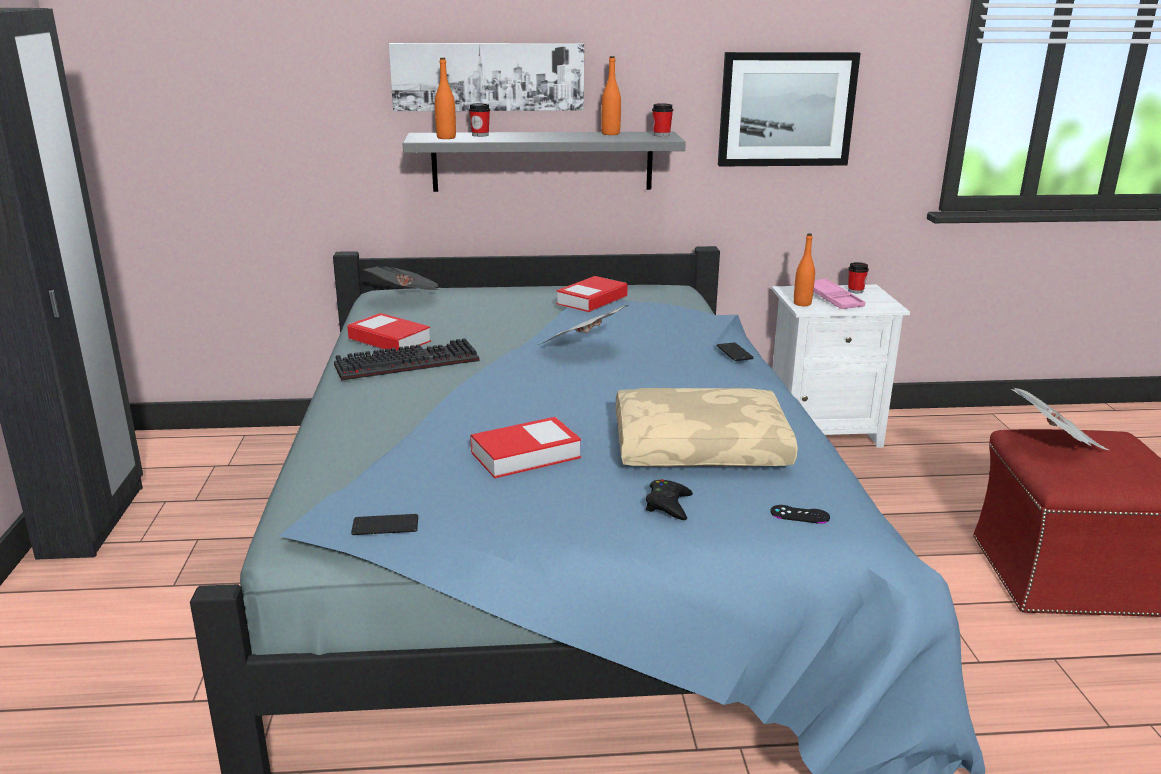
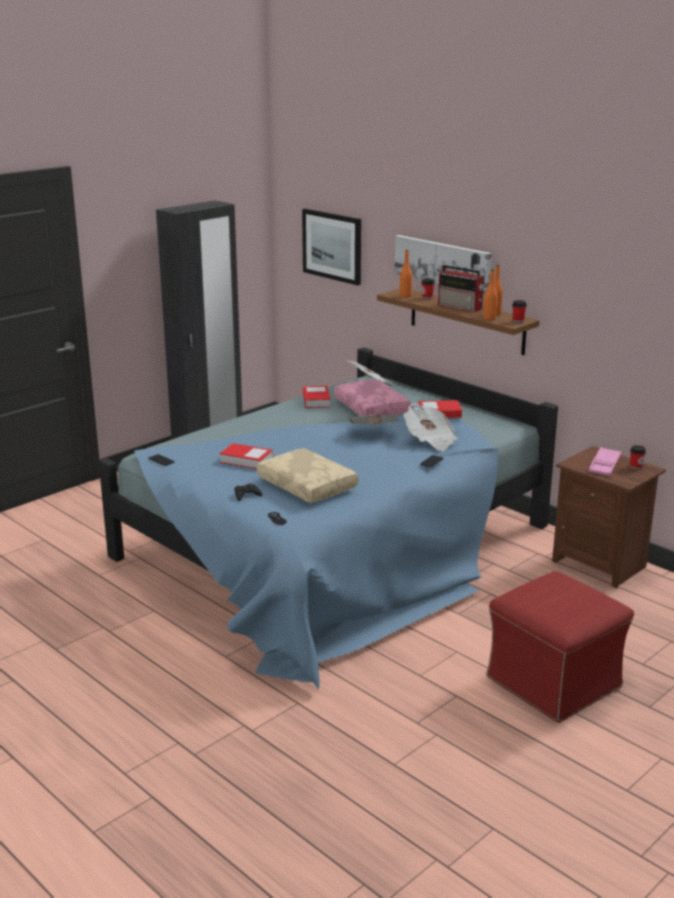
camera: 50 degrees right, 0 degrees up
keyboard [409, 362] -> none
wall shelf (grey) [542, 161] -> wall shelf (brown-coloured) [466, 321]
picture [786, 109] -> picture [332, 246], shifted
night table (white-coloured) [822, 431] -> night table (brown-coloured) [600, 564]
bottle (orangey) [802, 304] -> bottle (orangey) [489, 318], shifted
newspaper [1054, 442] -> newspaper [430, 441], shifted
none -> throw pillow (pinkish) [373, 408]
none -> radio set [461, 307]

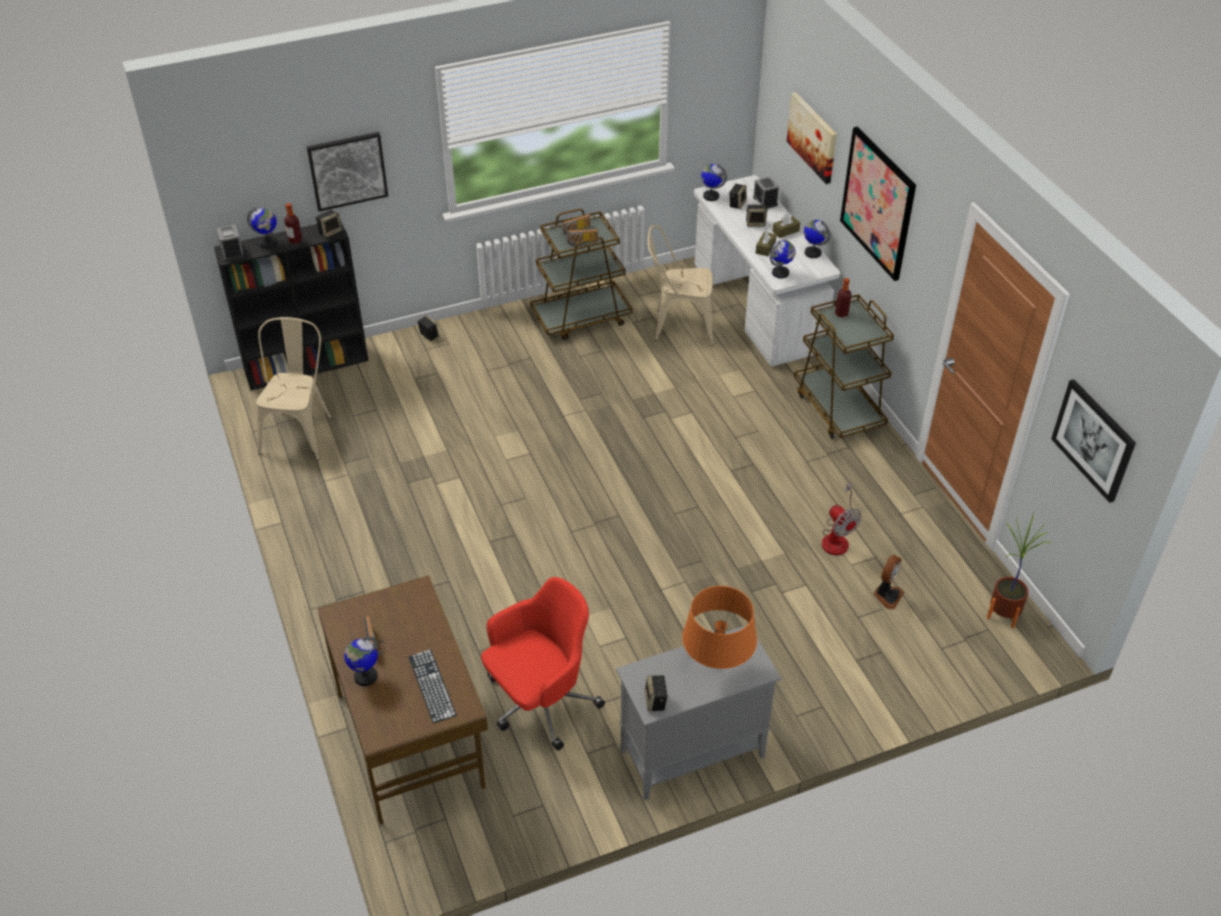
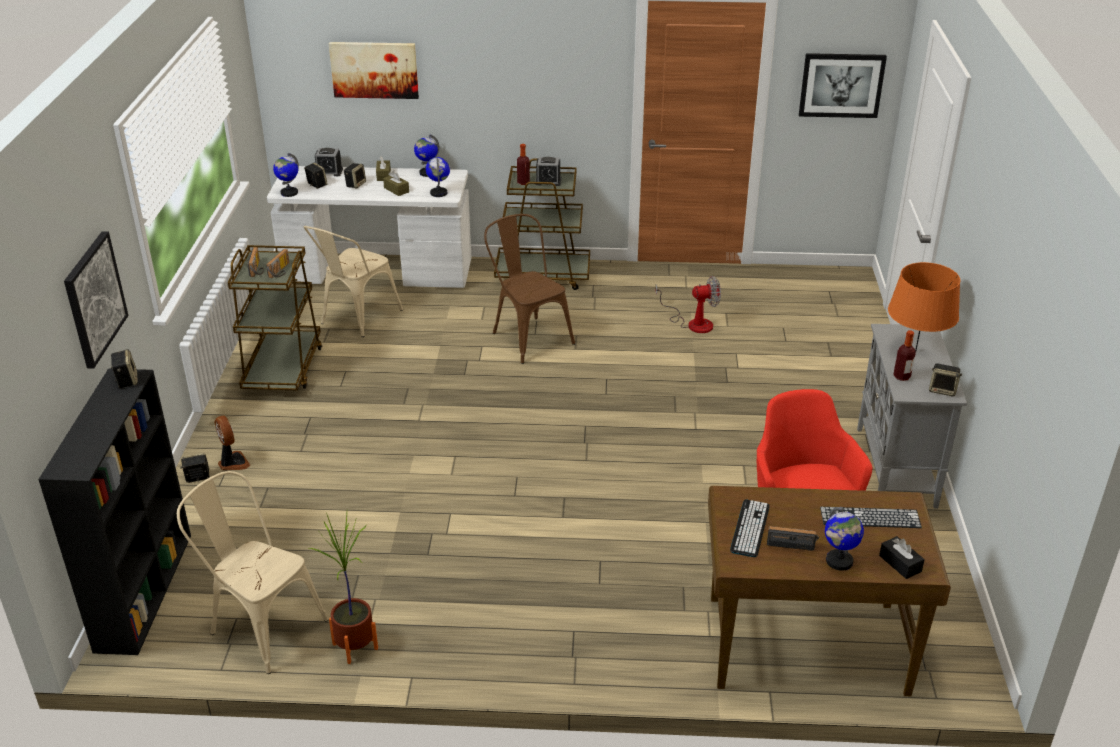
camera: 65 degrees left, 10 degrees down
table clock [232, 252] -> table clock [548, 181], shifted
globe [268, 243] -> none
bottle [295, 240] -> bottle [901, 376], shifted
picture [878, 203] -> none
electric fan [887, 595] -> electric fan [232, 463], shifted
houseplant [1003, 614] -> houseplant [355, 646], shifted
none -> chair (brown-coloured) [528, 336]
none -> keyboard [750, 528]
none -> tissue box (black) [900, 563]

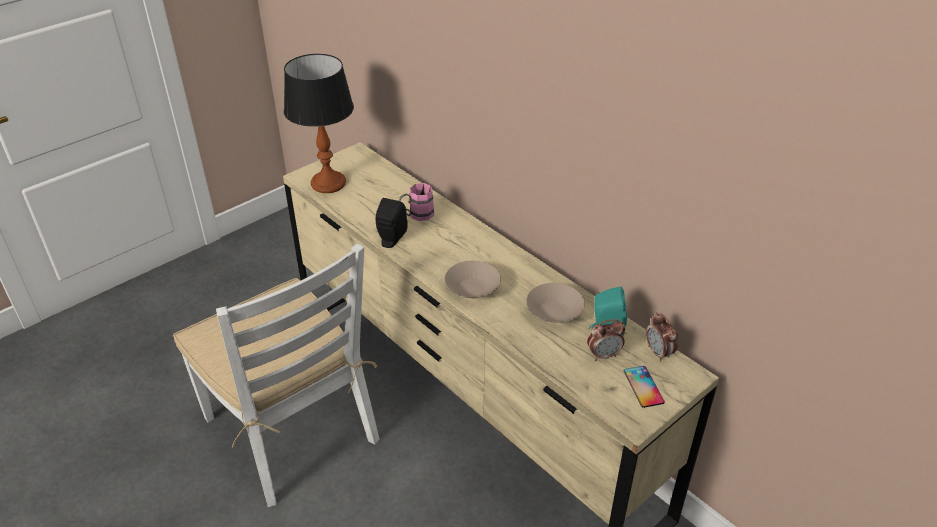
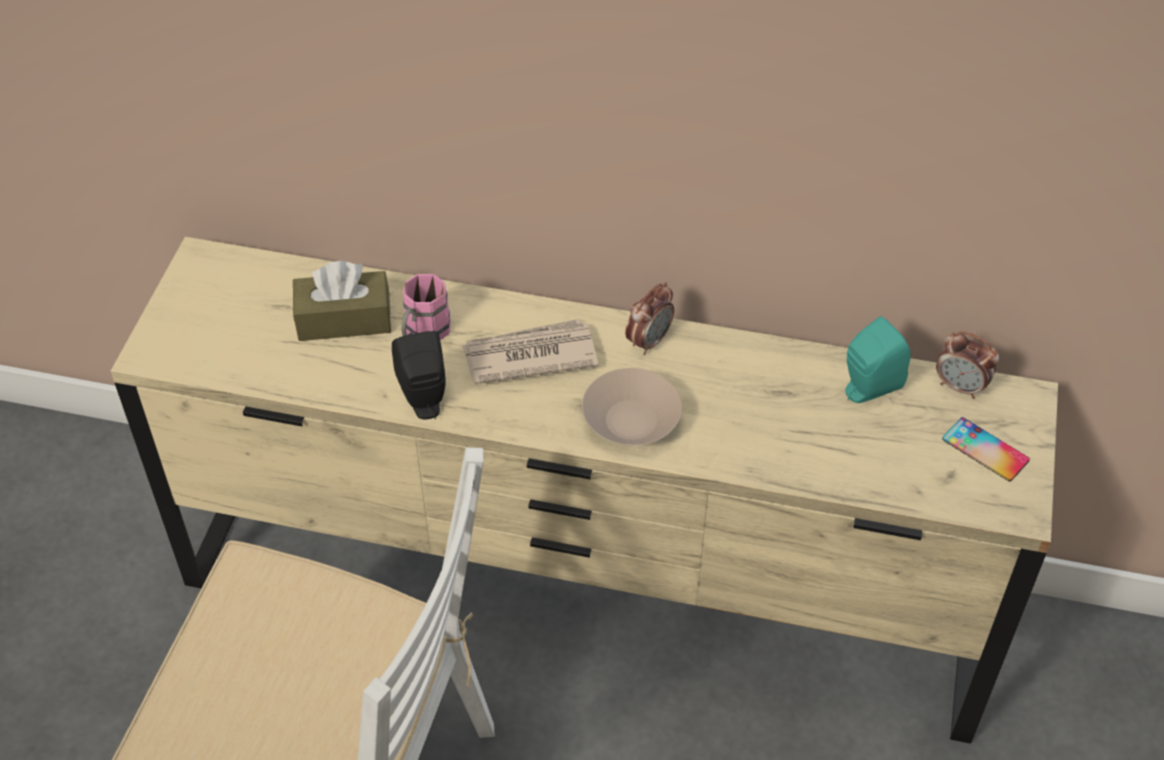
camera: 35 degrees left, 10 degrees up
table lamp [328, 183] -> none
bowl (beige-coloured) [554, 312] -> none
table clock [604, 355] -> table clock [649, 341], shifted
none -> tissue box (brown-coloured) [344, 319]
none -> newspaper [529, 355]

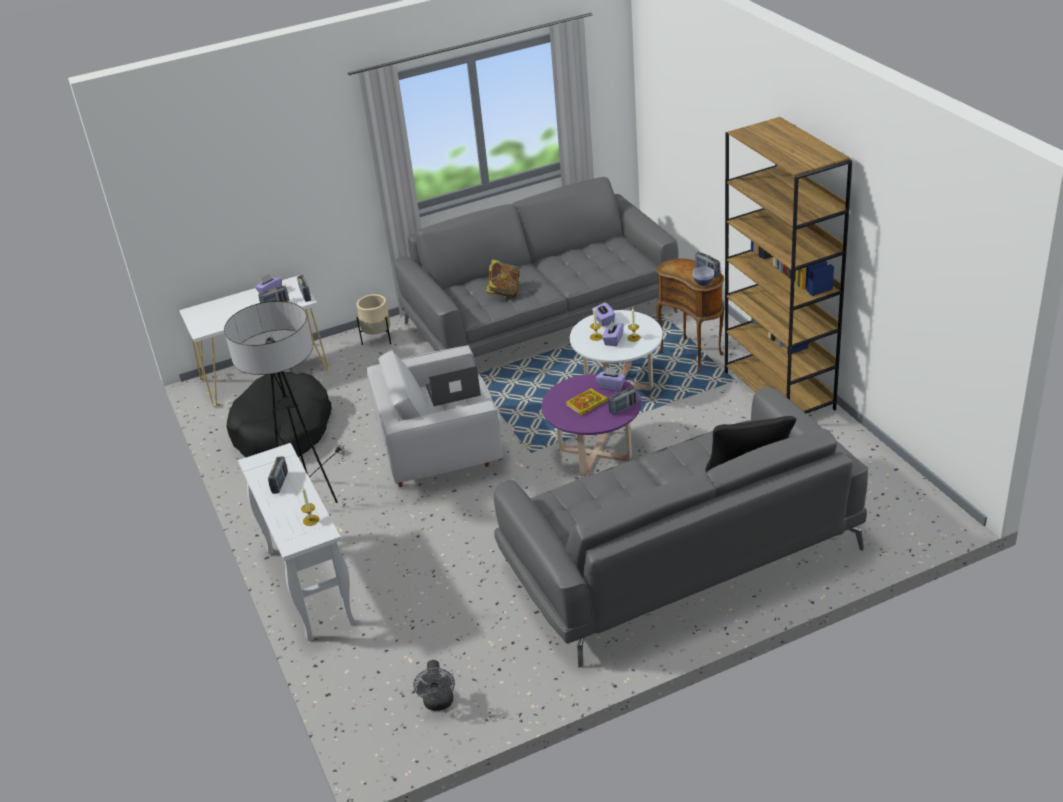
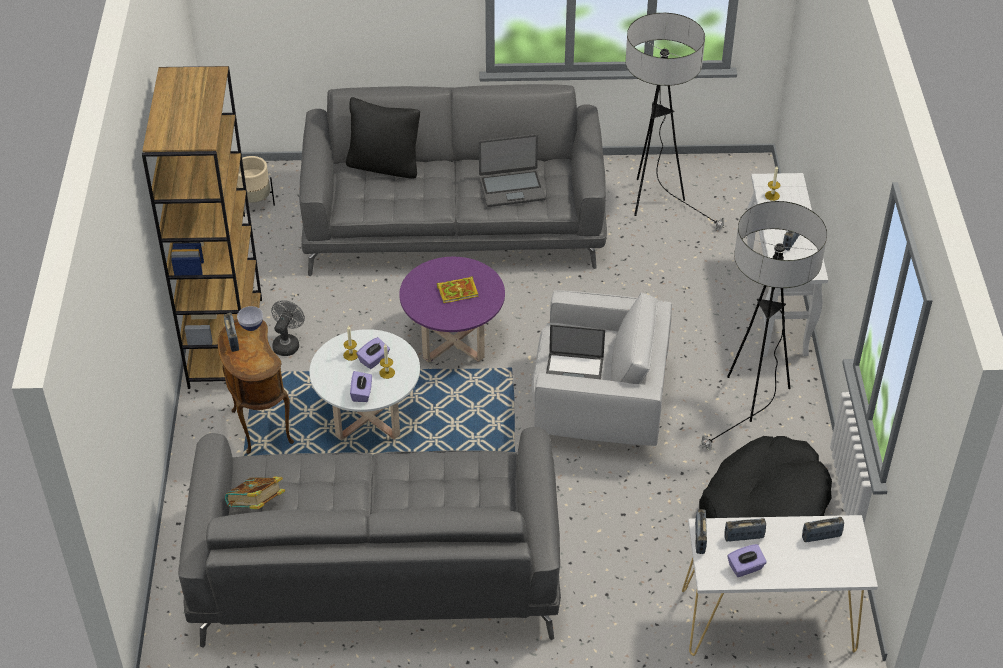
camera: 160 degrees left, 10 degrees up
flower pot (beige-coloured) [378, 339] -> flower pot (beige-coloured) [255, 205], shifted
electric fan (grey) [439, 704] -> electric fan (grey) [287, 343], shifted
volume [504, 291] -> volume [256, 506], shifted
tissue box (purplish) [611, 386] -> none
radio set [623, 408] -> radio set [821, 536], shifted
none -> portable computer [512, 188]
none -> standing lamp [655, 203]

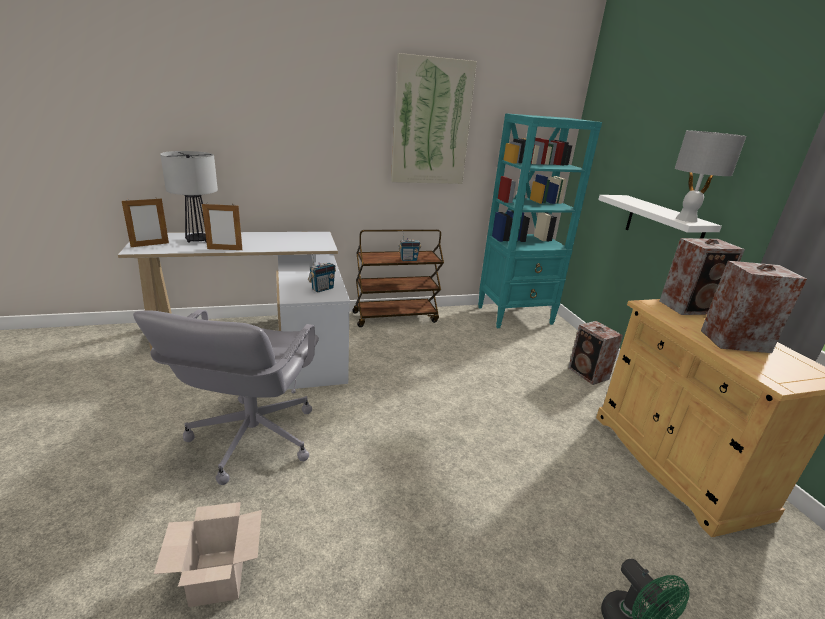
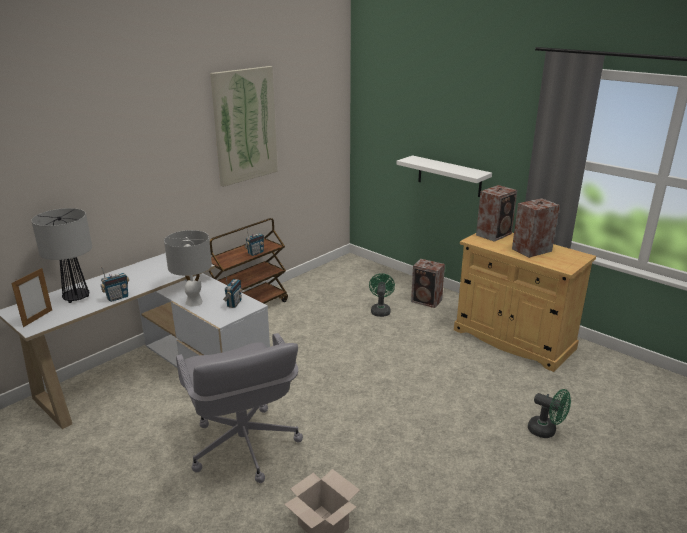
camera: 30 degrees left, 0 degrees up
photo frame [225, 249] -> radio set [117, 297]
shelving unit (blue-green) [515, 315] -> none
table lamp (grey) [686, 219] -> table lamp (grey) [194, 302], shifted
none -> electric fan (greenish) [380, 310]

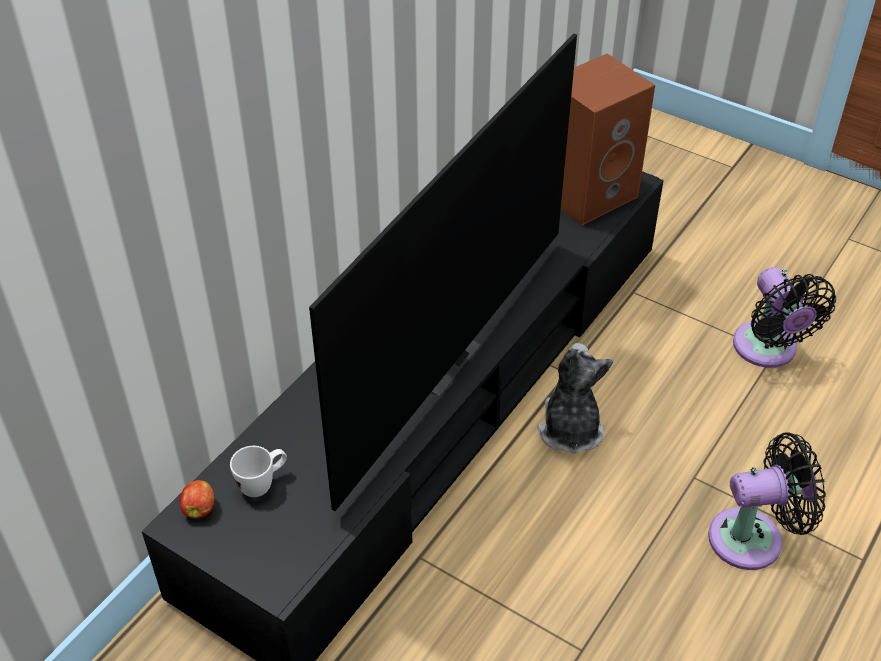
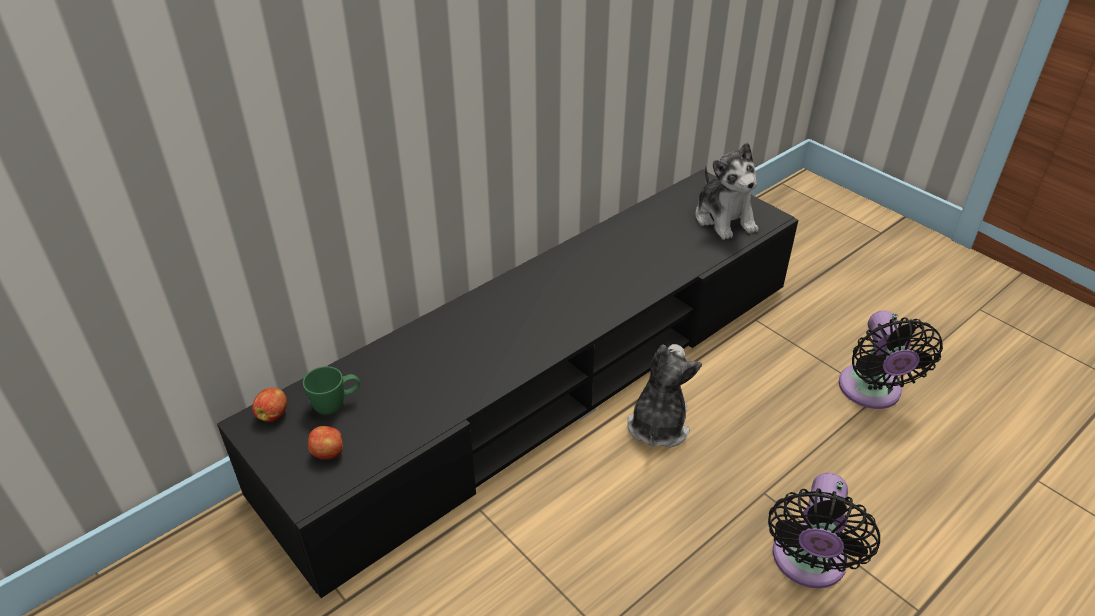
camera: 15 degrees right, 5 degrees down
coffee mug (white-coloured) [263, 484] -> coffee mug (greenish) [336, 405]
TV set [437, 359] -> none
audio speaker (brown-coloured) [588, 192] -> cuddly toy [724, 219]
electric fan (black) [753, 538] -> electric fan (black) [807, 563], 105 degrees clockwise
none -> apple [329, 453]

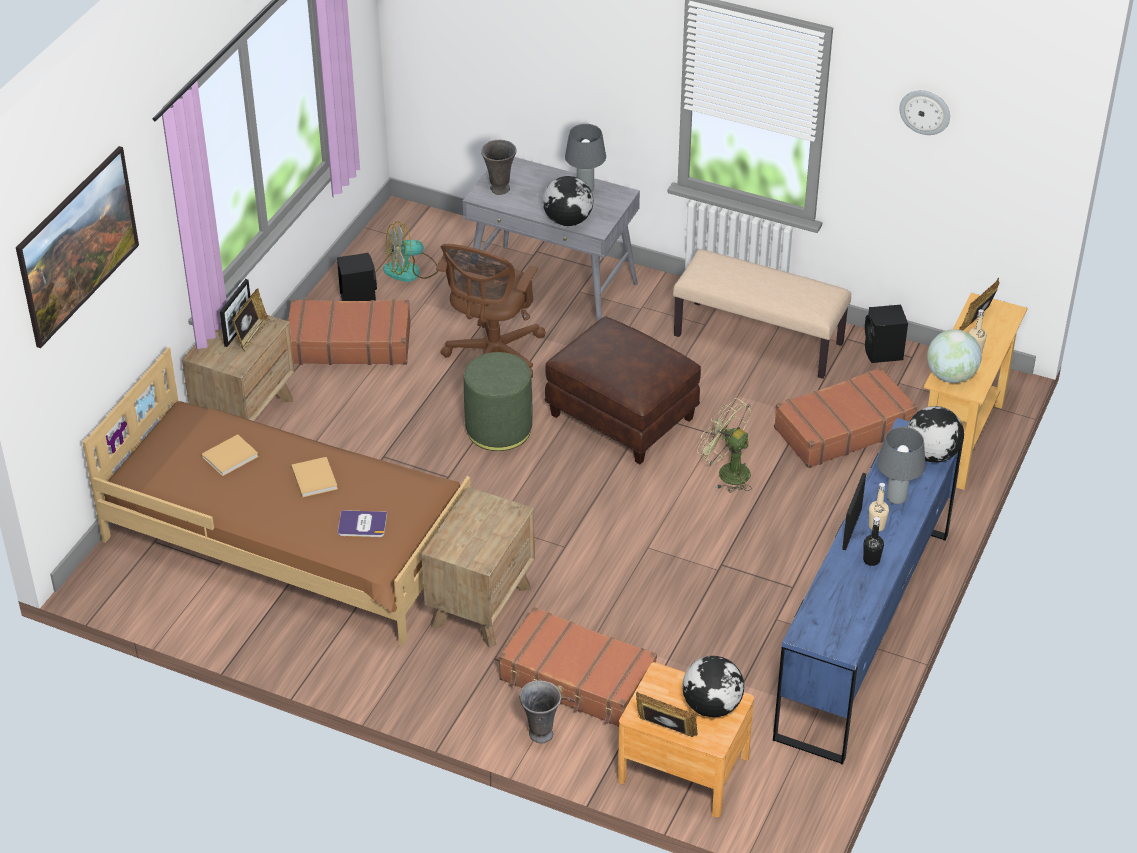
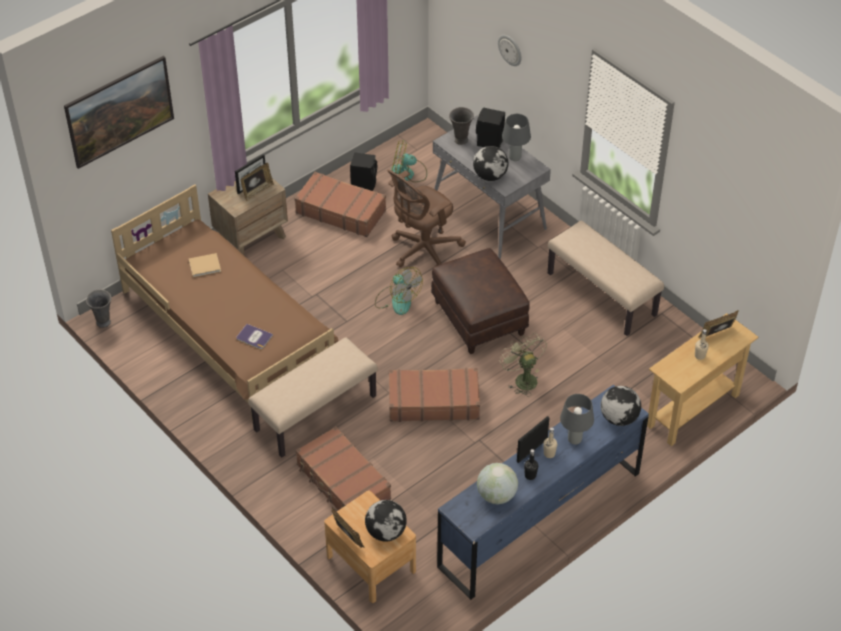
camera: 25 degrees right, 5 degrees up
volume (beige-coloured) [314, 477] -> none
night table (brown-coloured) [481, 605] -> bench (beige-coloured) [315, 412]
footrest (greenish) [499, 429] -> electric fan [397, 300]
decorative vase (grey) [540, 733] -> decorative vase (grey) [103, 322], shifted
travel case (brown-coloured) [842, 428] -> travel case (brown-coloured) [433, 401], shifted
audio speaker (black) [883, 353] -> audio speaker (black) [489, 142], shifted
clock on the wall [925, 111] -> clock on the wall [510, 49], shifted
globe [951, 376] -> globe [496, 495], shifted

